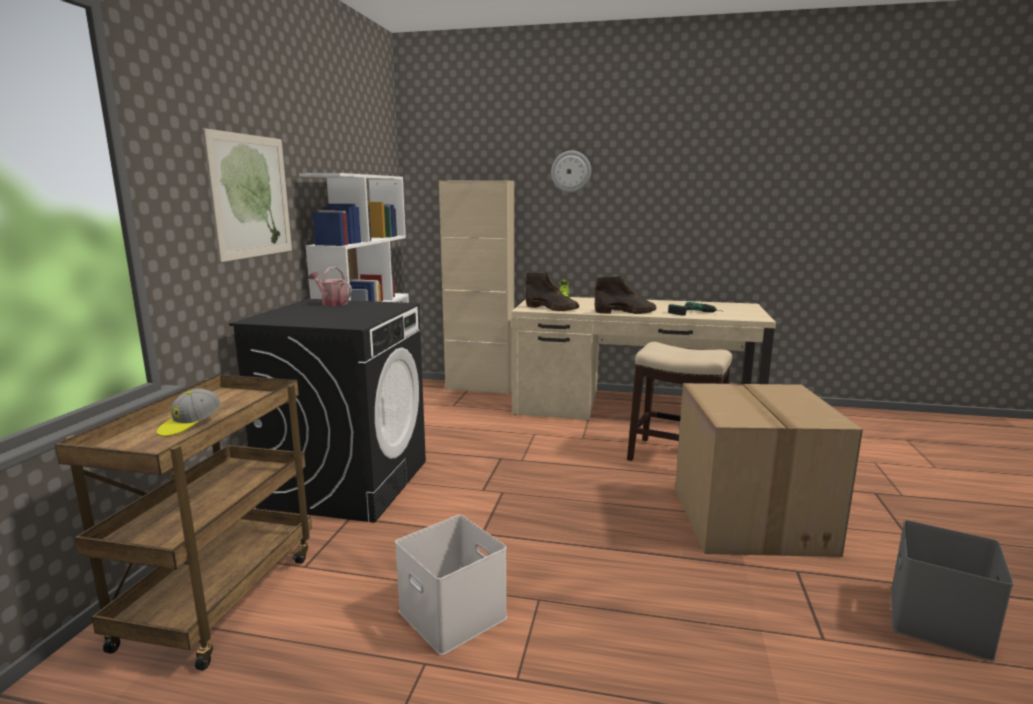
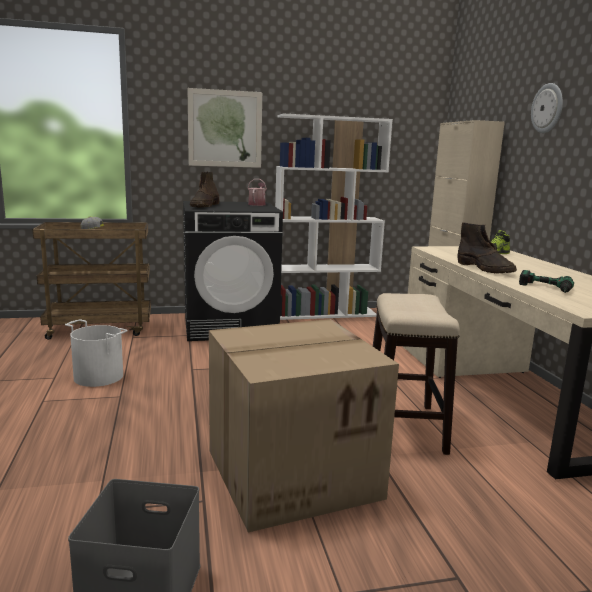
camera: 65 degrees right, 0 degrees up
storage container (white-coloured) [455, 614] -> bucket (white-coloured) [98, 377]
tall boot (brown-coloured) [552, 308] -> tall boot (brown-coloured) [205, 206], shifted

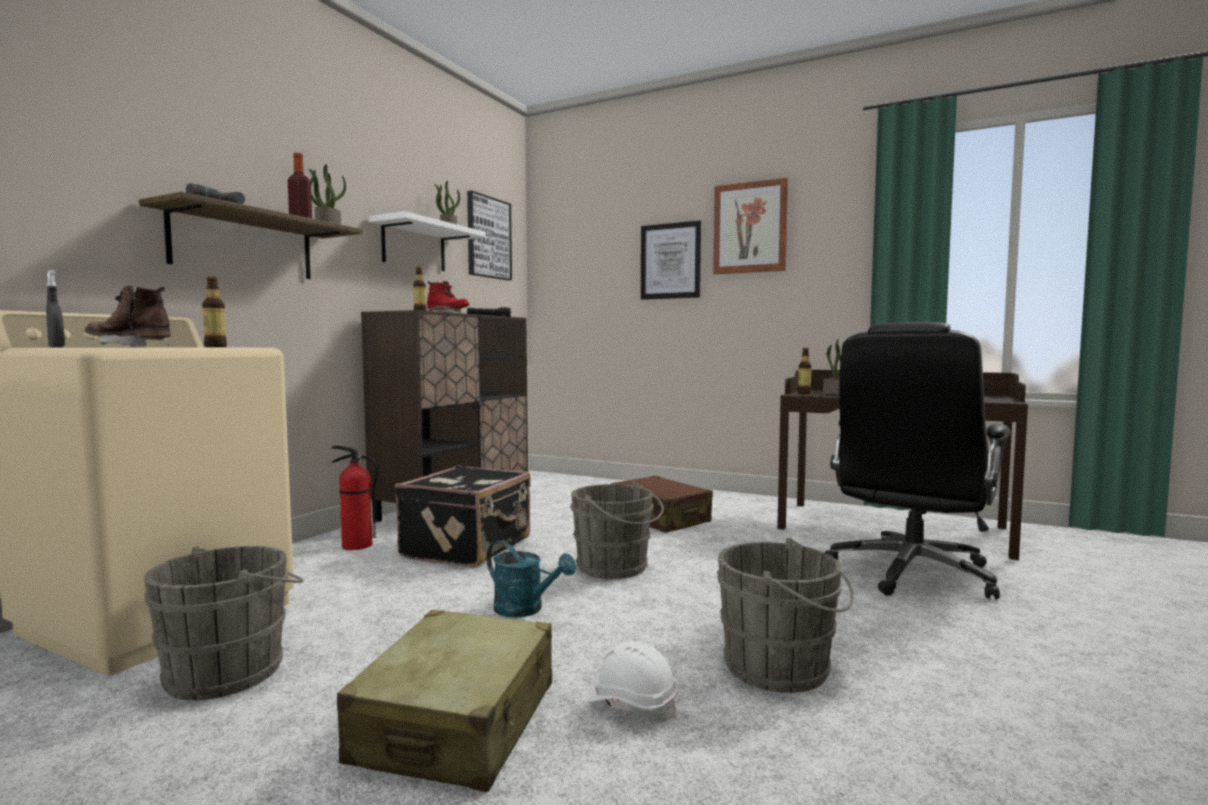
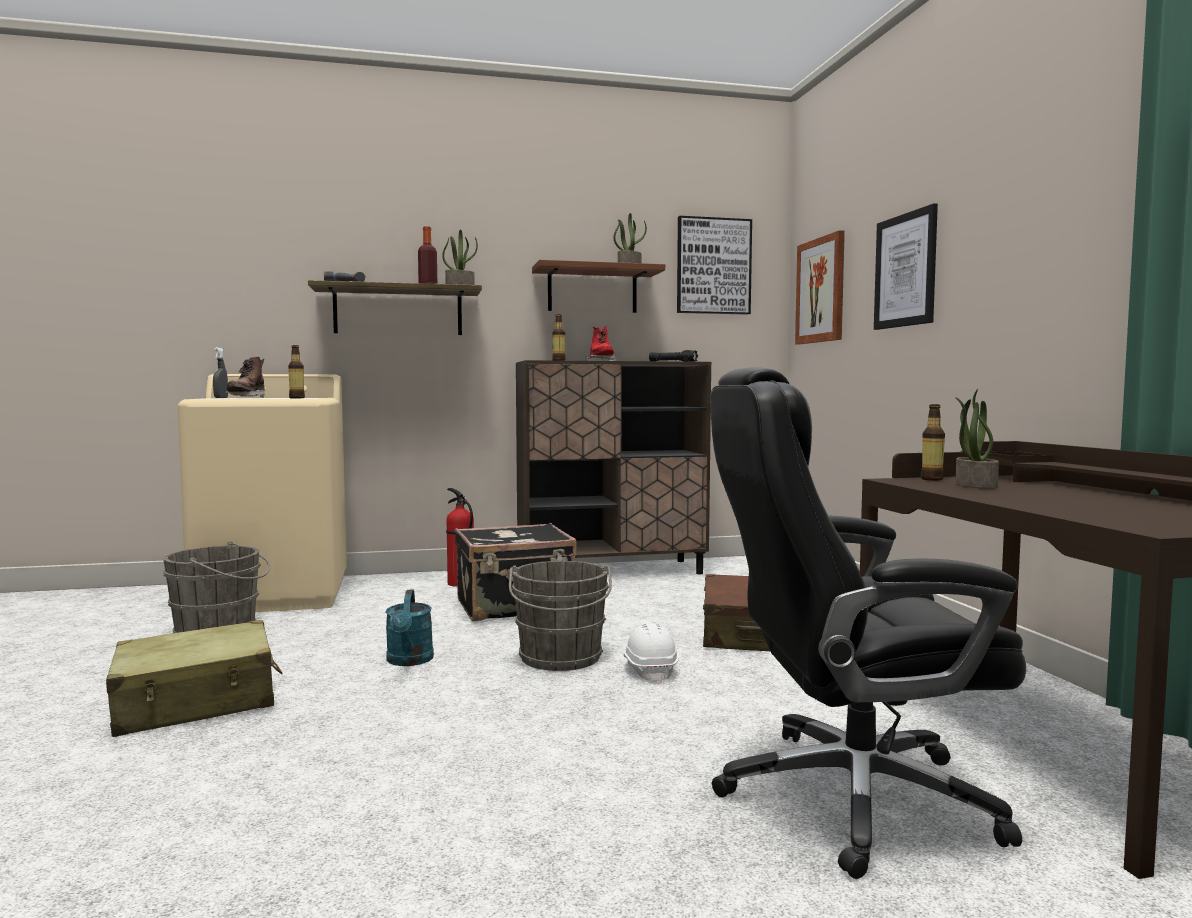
camera: 50 degrees right, 0 degrees up
tall boot (brown-coloured) [129, 347] -> tall boot (brown-coloured) [246, 398], 150 degrees counterclockwise
wall shelf (white-coloured) [414, 246] -> wall shelf (brown-coloured) [592, 290]
safety helmet (white-coloured) [631, 704] -> safety helmet (white-coloured) [650, 670], shifted
picture [750, 228] -> picture [821, 290], shifted
bucket (grey) [783, 668] -> none

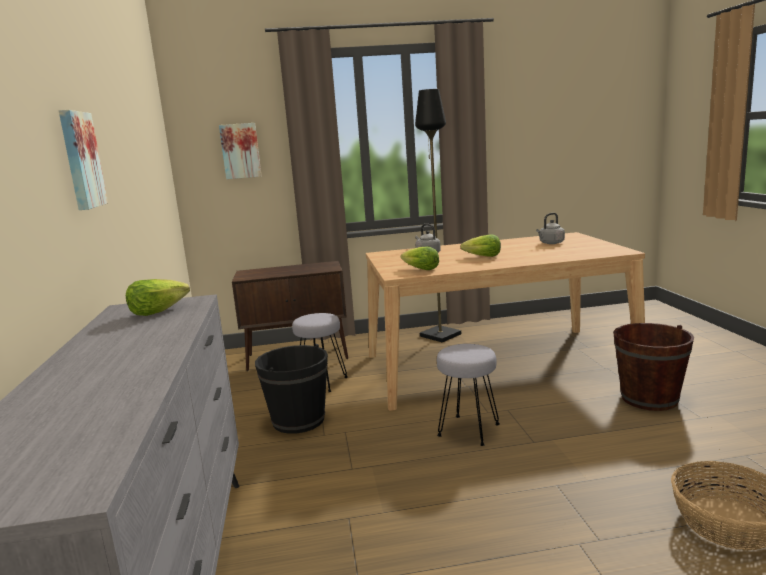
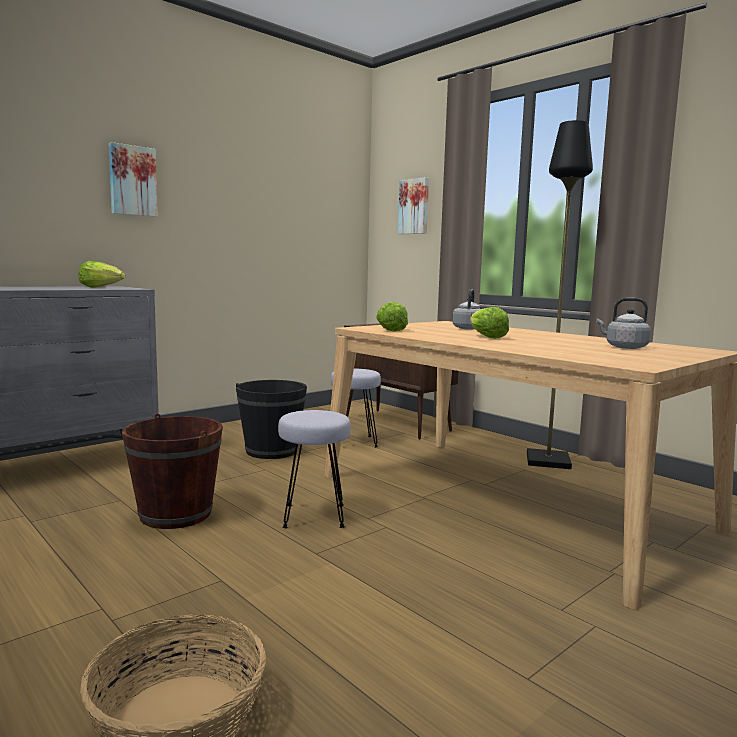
camera: 55 degrees right, 5 degrees down
bucket (brown-coloured) [649, 398] -> bucket (brown-coloured) [175, 514], shifted

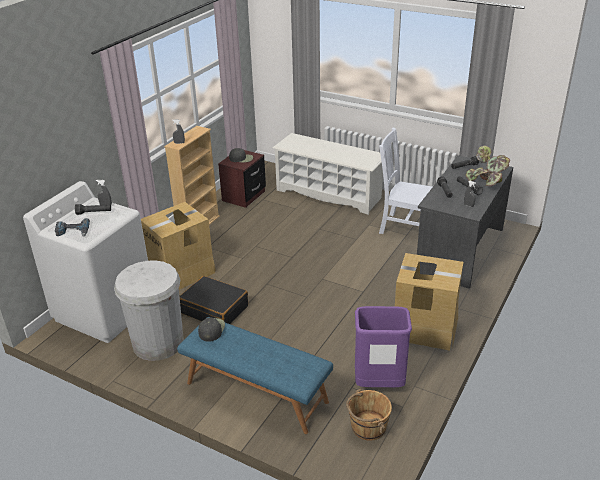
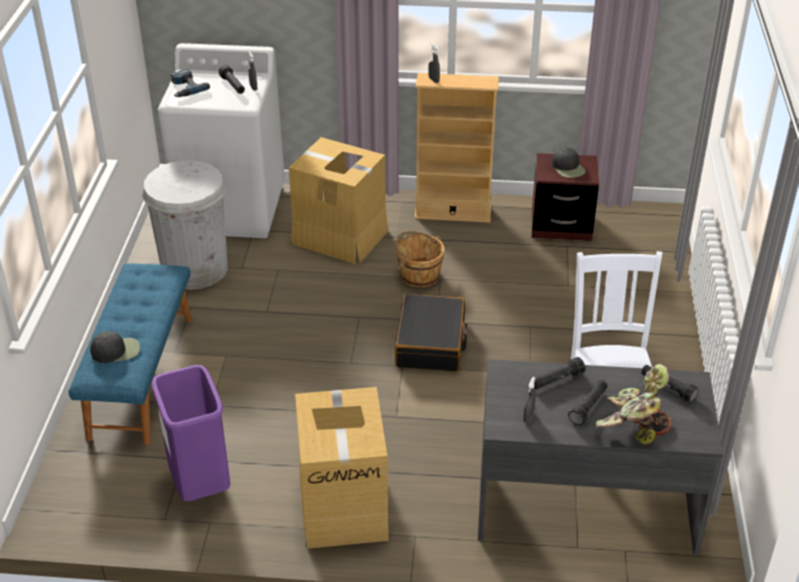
camera: 65 degrees right, 5 degrees up
travel case (black) [214, 309] -> travel case (black) [431, 343], shifted
baseball cap (black) [211, 329] -> baseball cap (black) [116, 350], shifted
shoe stand (white-coloured) [329, 194] -> none
bucket (brown-coloured) [367, 427] -> bucket (brown-coloured) [419, 275], shifted

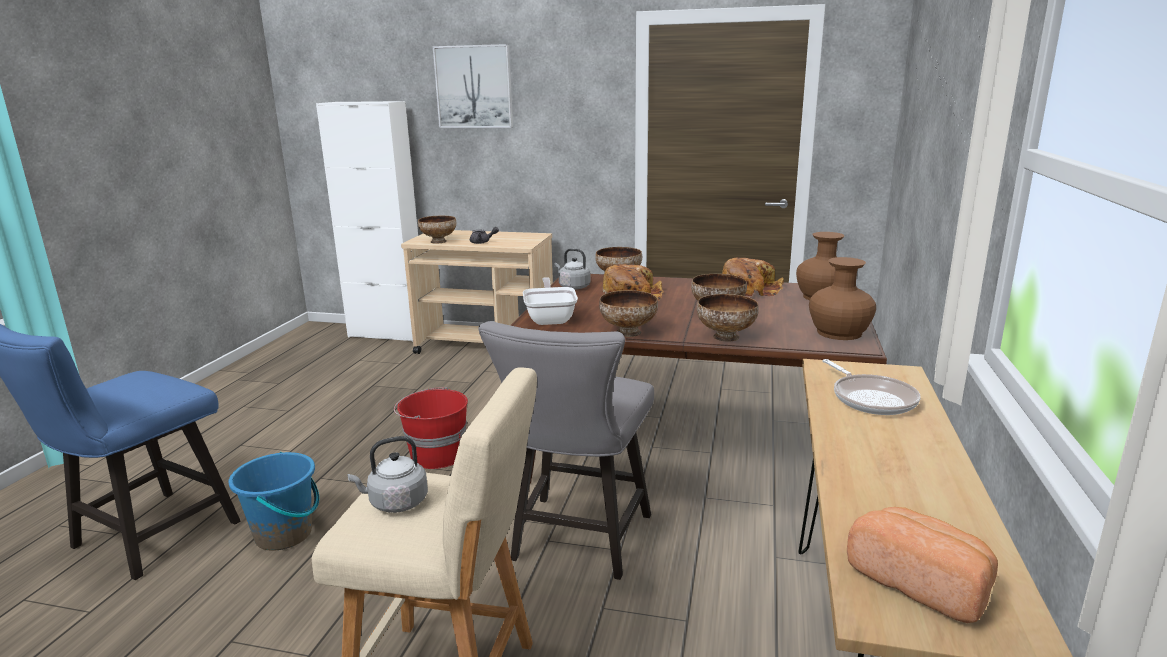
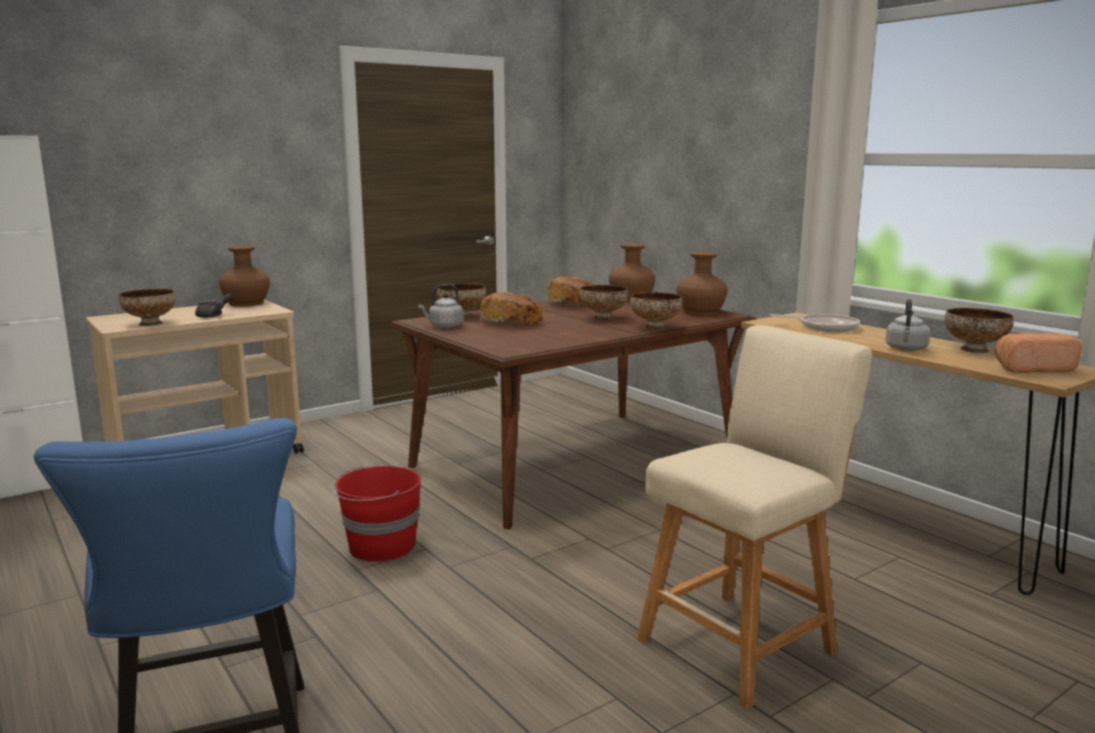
camera: 50 degrees left, 5 degrees down
bucket (blue-coloured) [284, 535] -> none
water kettle (grey) [395, 503] -> water kettle (grey) [906, 349], shifted
picture [474, 87] -> none
chair (grey) [577, 543] -> none
frying pan [550, 318] -> none
bowl [627, 332] -> bowl [973, 350], shifted
none -> decorative vase (brown-coloured) [246, 303]

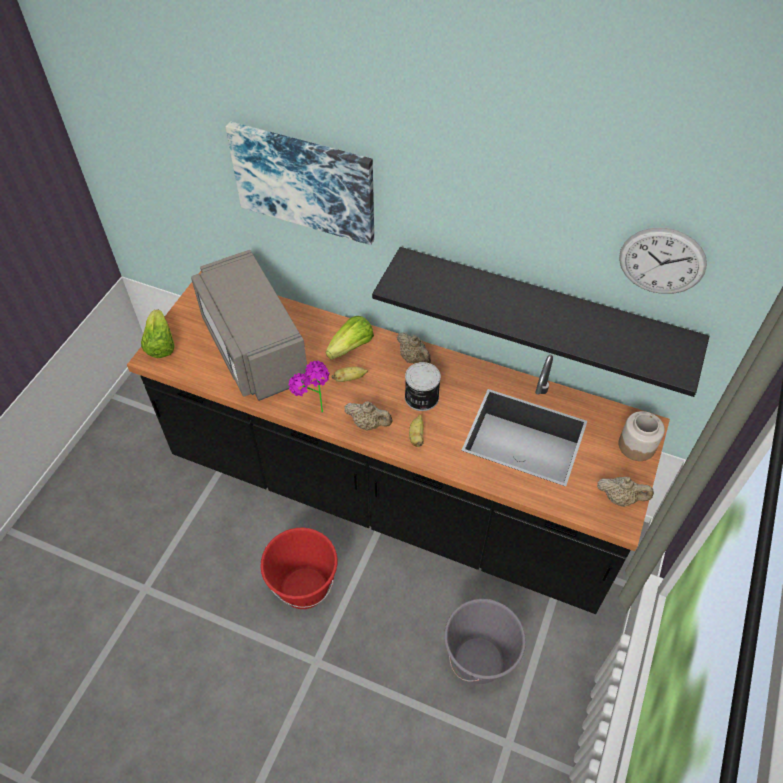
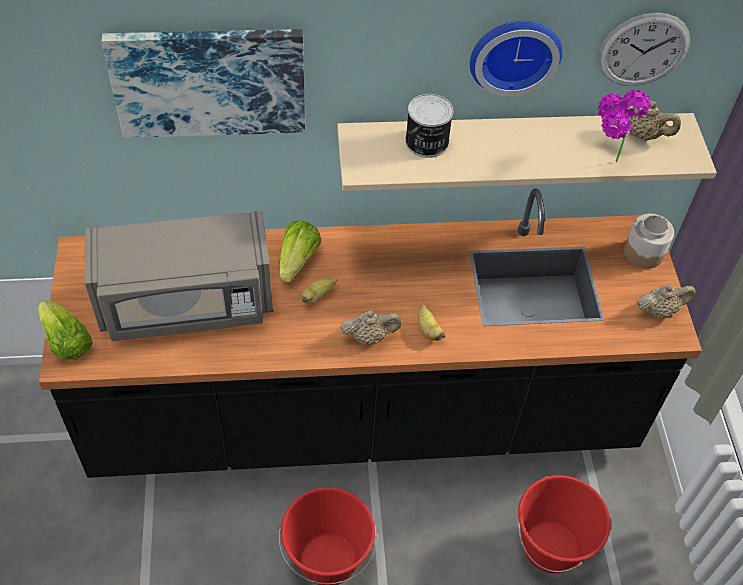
camera: 30 degrees left, 0 degrees up
kitchen microwave (grey) [254, 349] -> kitchen microwave (grey) [186, 304], 45 degrees counterclockwise
houseplant [314, 409] -> houseplant [605, 161], shifted
wall shelf (black) [543, 309] -> wall shelf (beige-coloured) [512, 142]
pot for tea (beige-coloured) [414, 359] -> pot for tea (beige-coloured) [643, 135], shifted
metal can [421, 397] -> metal can [426, 143], shifted
bucket (grey) [479, 660] -> bucket (red) [550, 547]
none -> clock on the wall [514, 53]

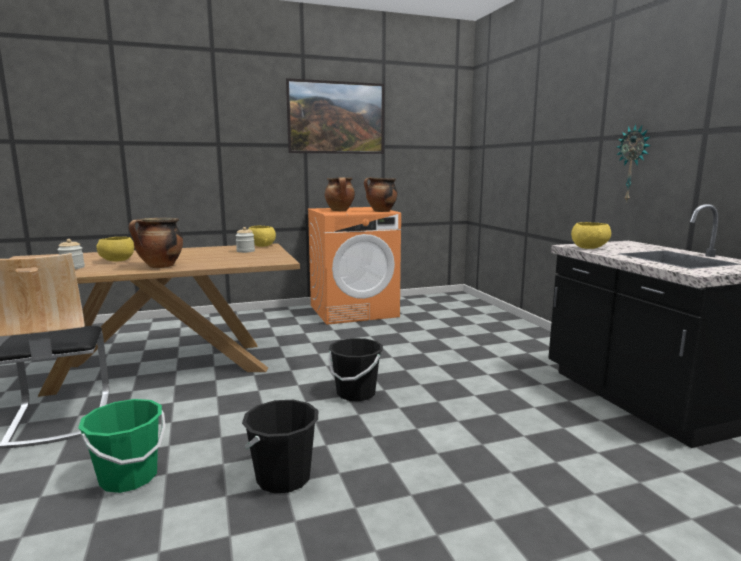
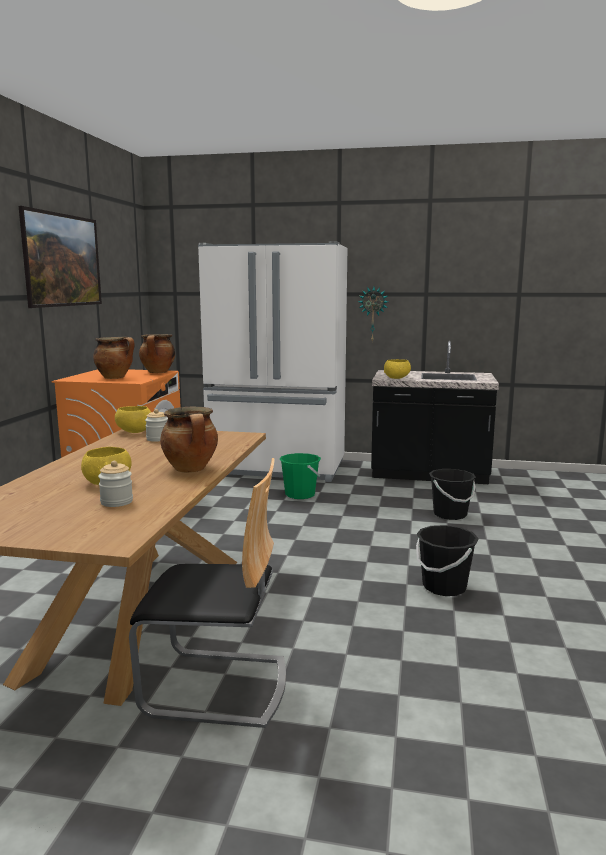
camera: 60 degrees left, 0 degrees up
bucket (greenish) [129, 477] -> bucket (greenish) [300, 494], shifted
bucket (black) [356, 393] -> bucket (black) [450, 514], shifted
none -> kitchen fridge (white-coloured) [277, 468]

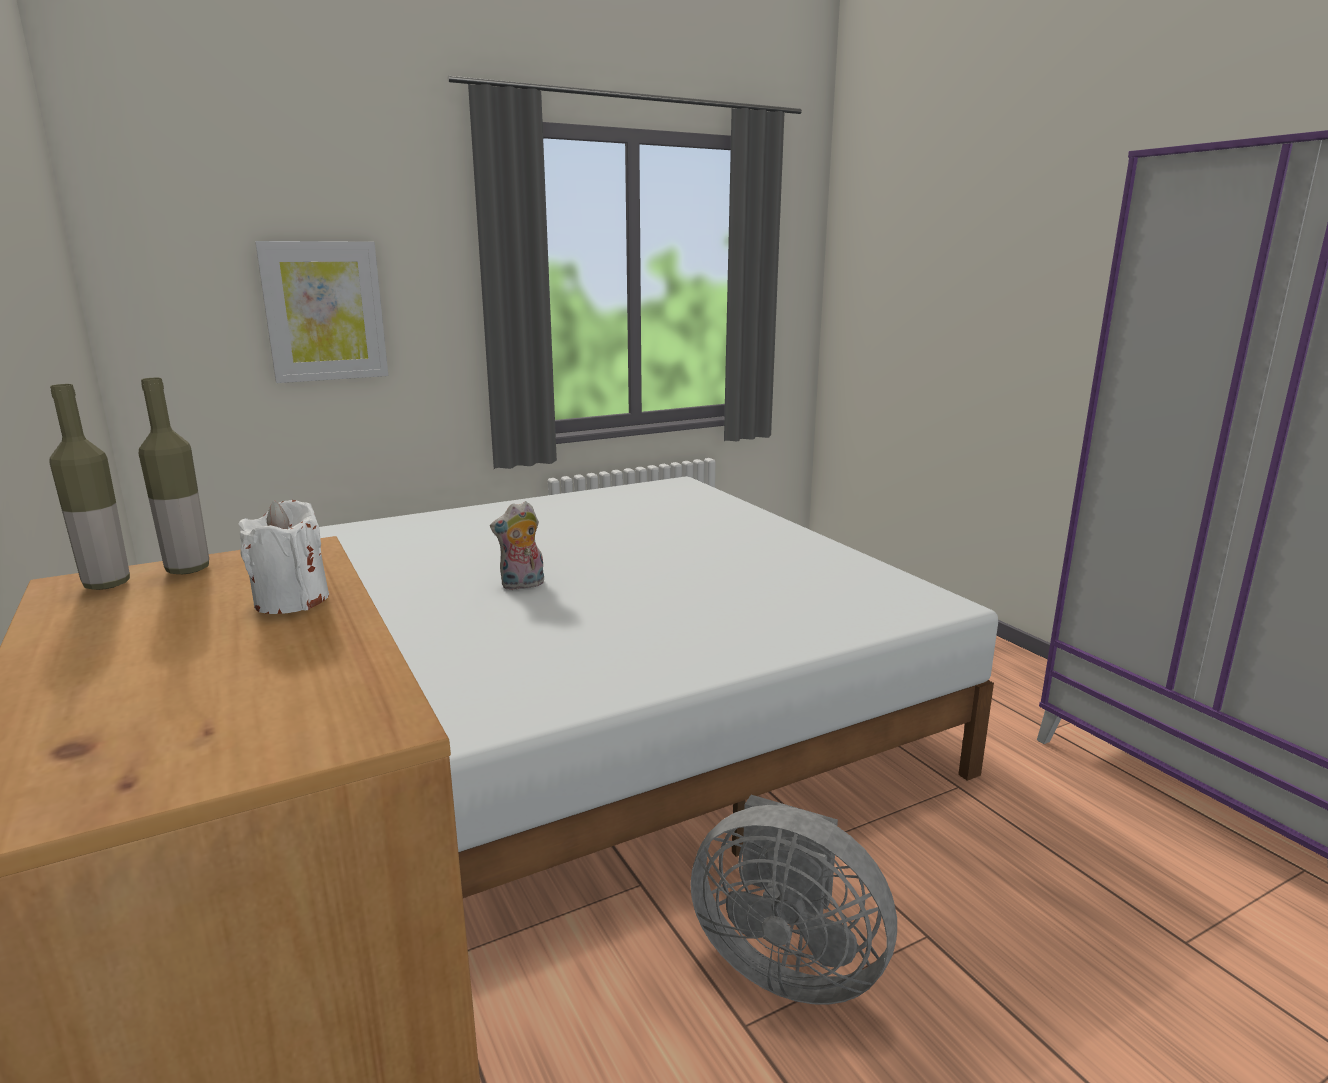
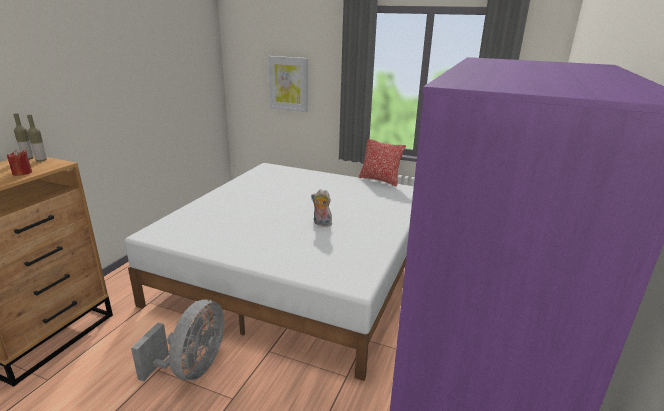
camera: 50 degrees right, 5 degrees up
candle (white-coloured) [292, 601] -> candle (red) [22, 173]
cuddly toy [522, 585] -> cuddly toy [321, 224], shifted
electric fan (grey) [786, 964] -> electric fan (grey) [192, 368], 150 degrees counterclockwise
none -> throw pillow [380, 180]

